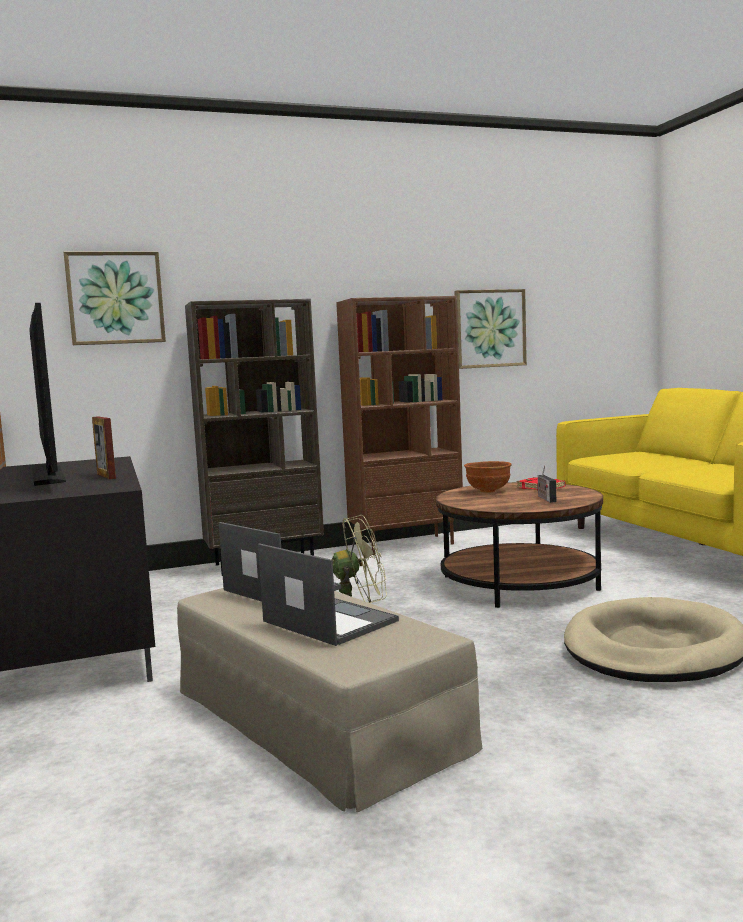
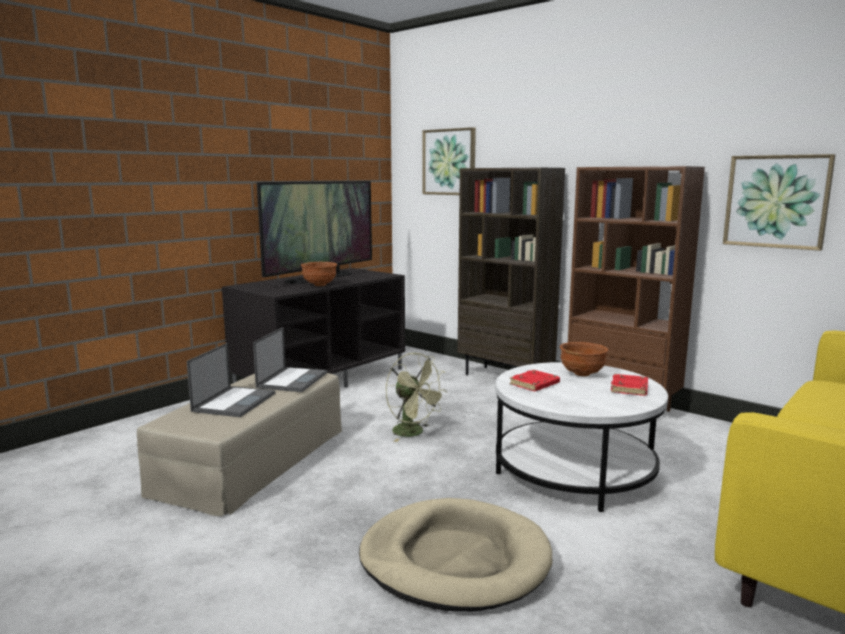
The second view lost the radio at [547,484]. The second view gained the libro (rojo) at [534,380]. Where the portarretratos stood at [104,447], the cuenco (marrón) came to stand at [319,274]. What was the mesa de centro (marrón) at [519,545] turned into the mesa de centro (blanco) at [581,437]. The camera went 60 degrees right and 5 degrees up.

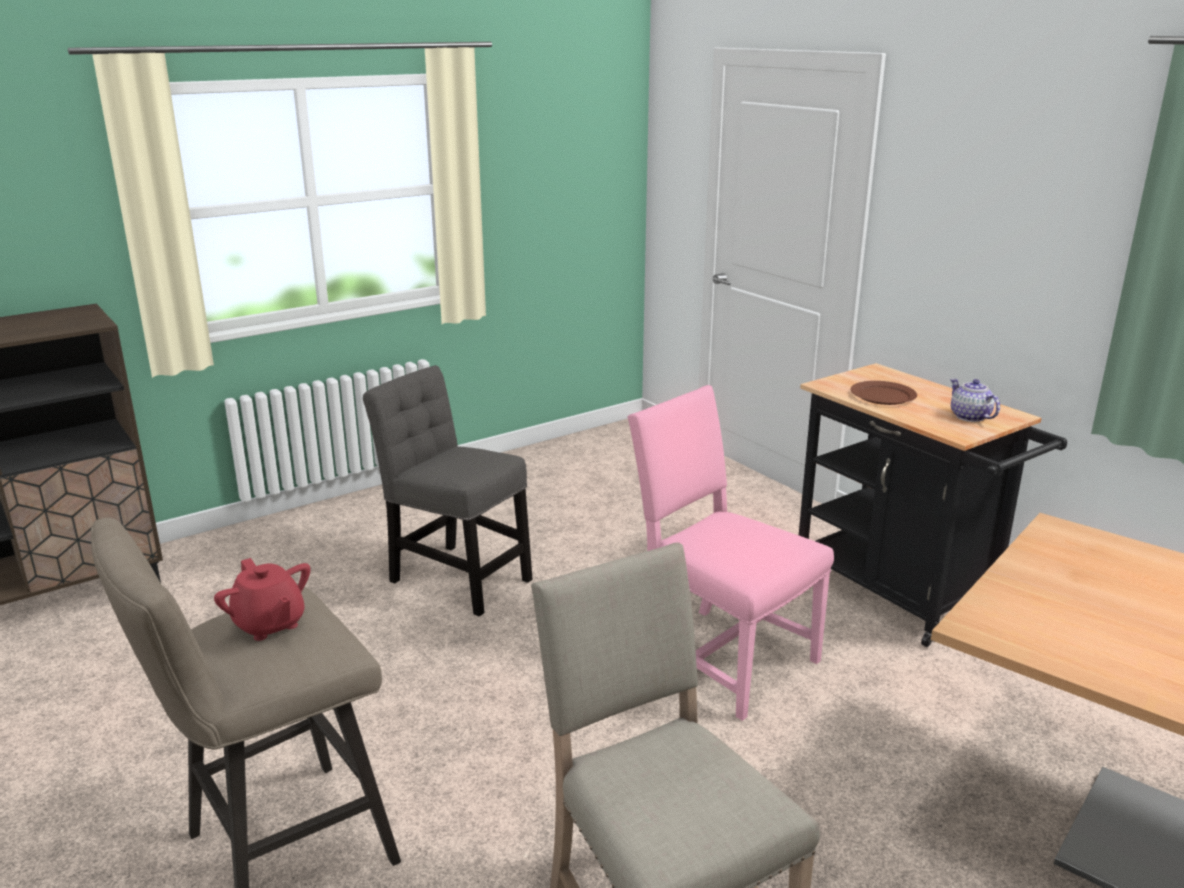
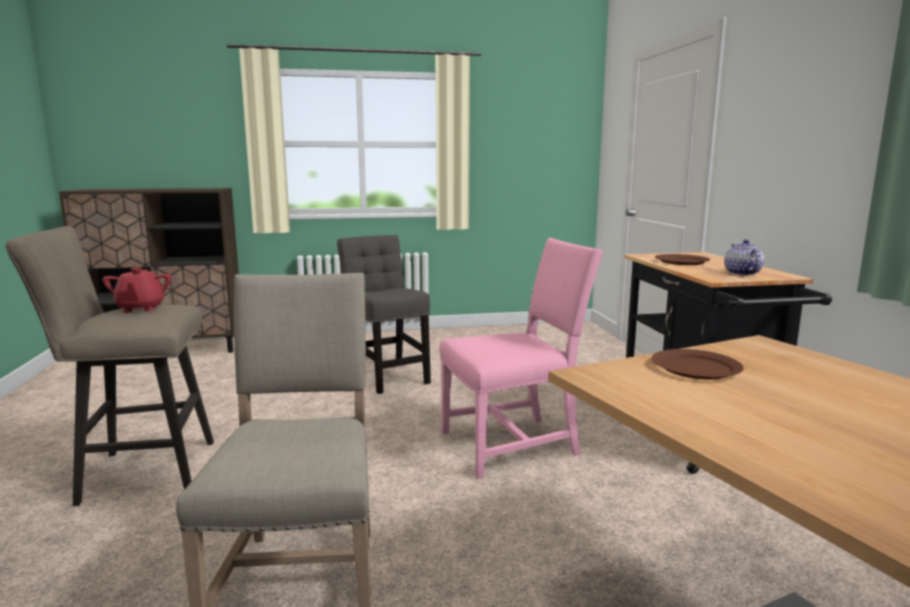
The second view gained the plato (marrón) at [697,364]. The silla (rosa) at [730,553] ended up facing another way, 90 degrees clockwise from before. The camera went 25 degrees right and 10 degrees down.

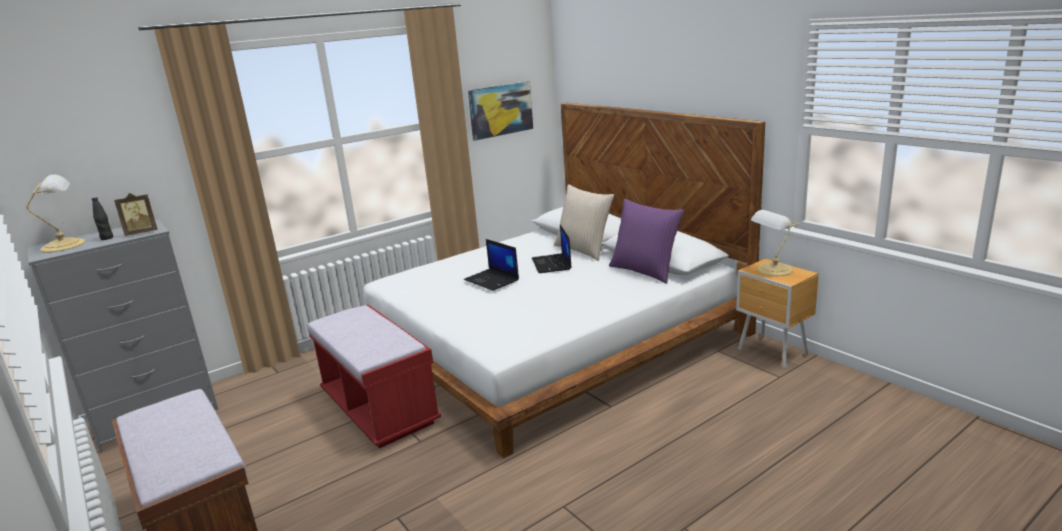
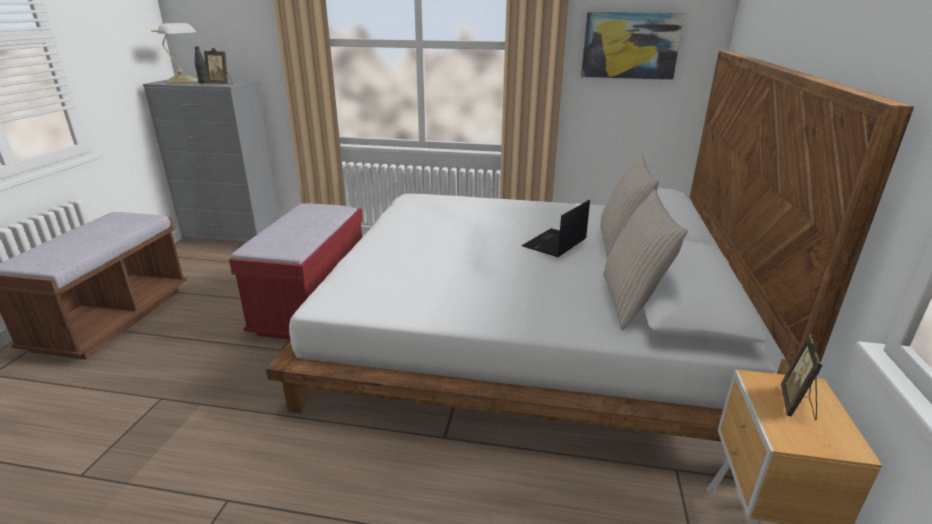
The second view lost the portátil at [491,265]. Where the lámpara de mesa stood at [775,243], the portarretratos came to stand at [802,377]. What was the cojín (morado) at [646,241] turned into the cojín (beis) at [645,259]. The camera went 45 degrees right and 5 degrees up.

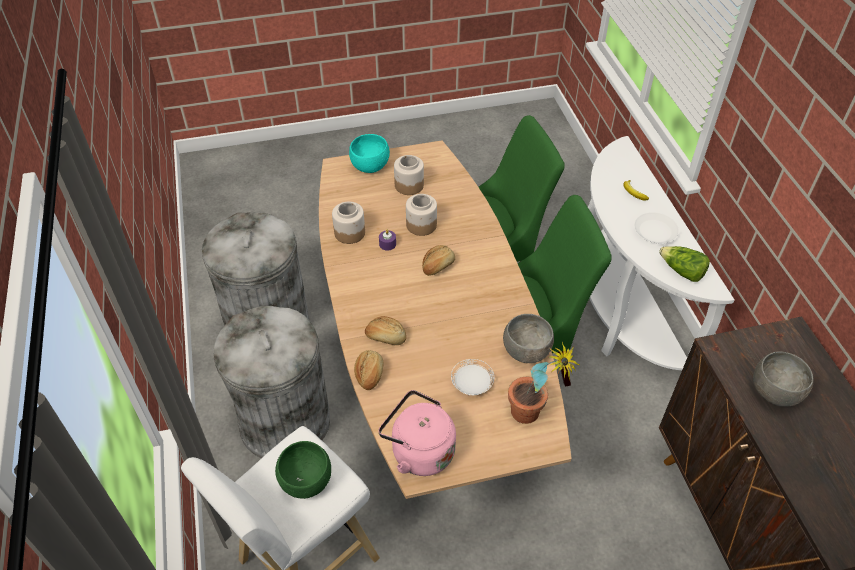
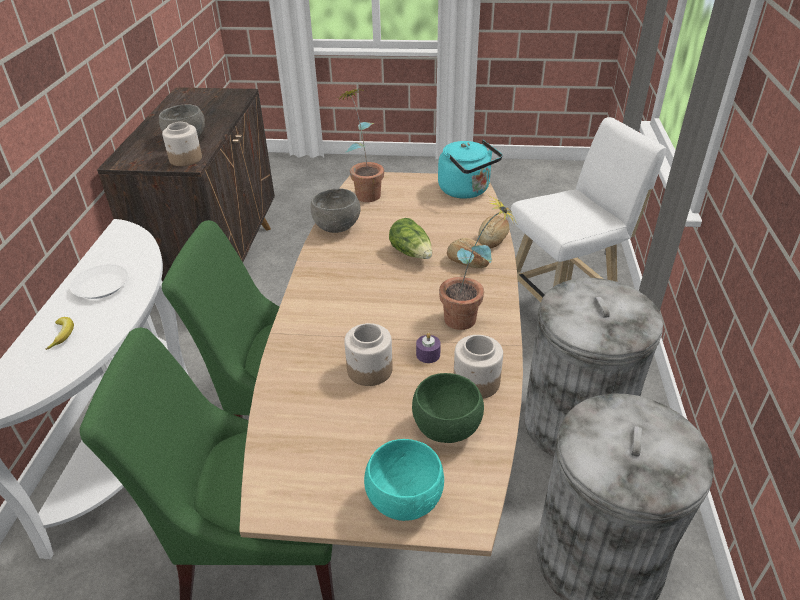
The second view lost the pan at [438,260]. The second view lost the plato (blanco) at [472,377]. The second view gained the planta en maceta at [478,263]. The cuenco (verde) ended up elsewhere, having gone from [303,470] to [448,408]. The tarro ended up elsewhere, having gone from [409,175] to [182,144]. The lechuga ended up elsewhere, having gone from [684,264] to [410,238]. What was the hervidor (rosa) at [417,433] turned into the hervidor (turquesa) at [470,169]. The camera went 160 degrees left and 10 degrees down.

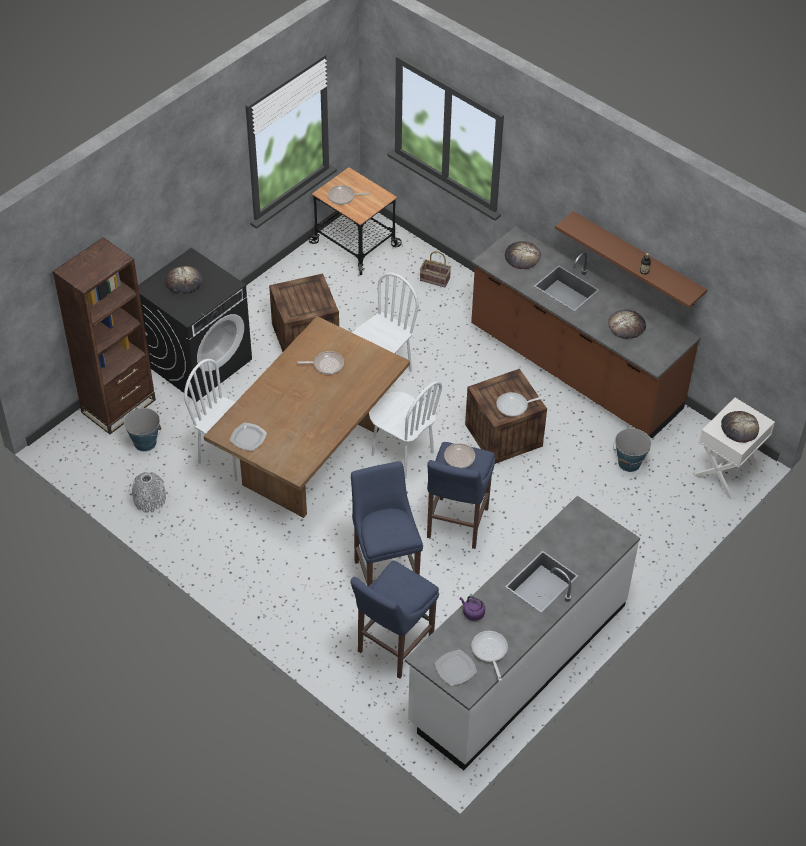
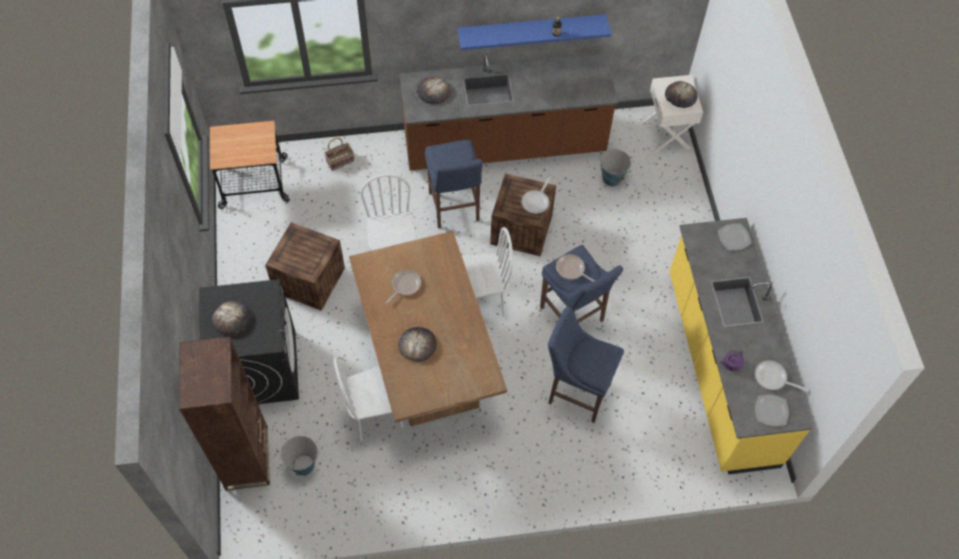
The second view lost the florero (gris) at [149,492]. The second view lost the sartén at [349,195]. The plato ended up elsewhere, having gone from [248,436] to [734,237]. The taburete (azul) ended up elsewhere, having gone from [394,619] to [454,183]. The pan ended up elsewhere, having gone from [627,324] to [417,344]. What was the mueble bajo de cocina (blanco) at [522,633] turned into the mueble bajo de cocina (amarillo) at [740,346]. What was the estante (marrón) at [631,259] turned into the estante (azul) at [534,32]. The camera went 50 degrees left and 10 degrees up.

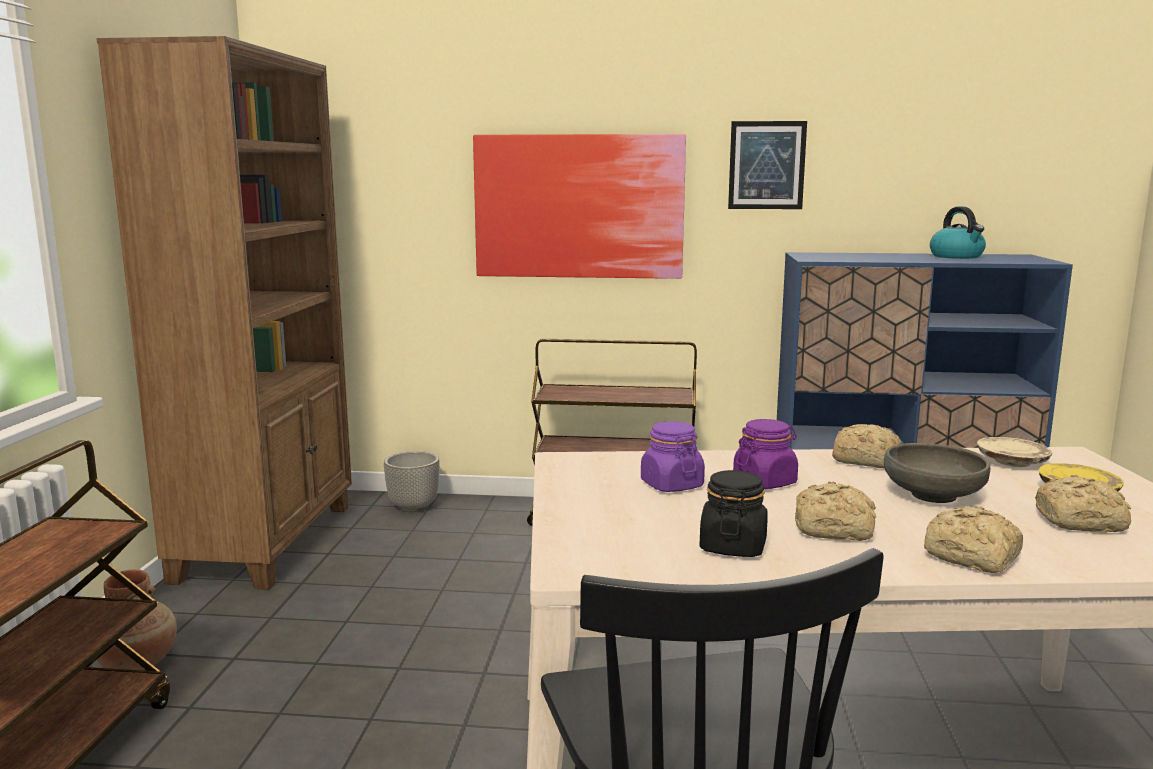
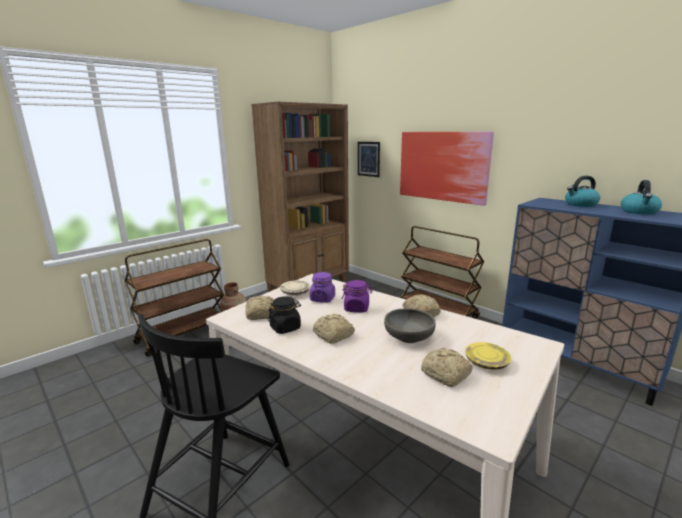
The second view lost the maceta at [411,481]. The second view gained the hervidor at [582,191]. The cuadro ended up elsewhere, having gone from [767,165] to [369,159]. The pan ended up elsewhere, having gone from [973,539] to [259,308]. The plato (beis) ended up elsewhere, having gone from [1015,452] to [295,288]. The camera went 40 degrees right and 5 degrees up.

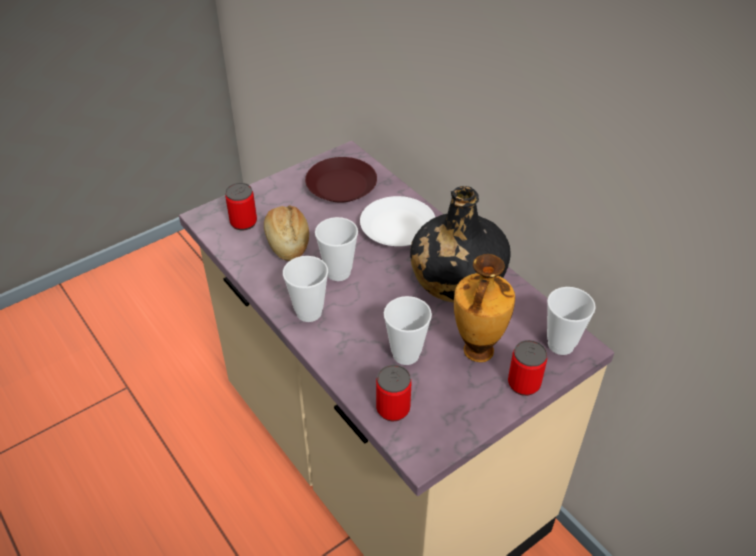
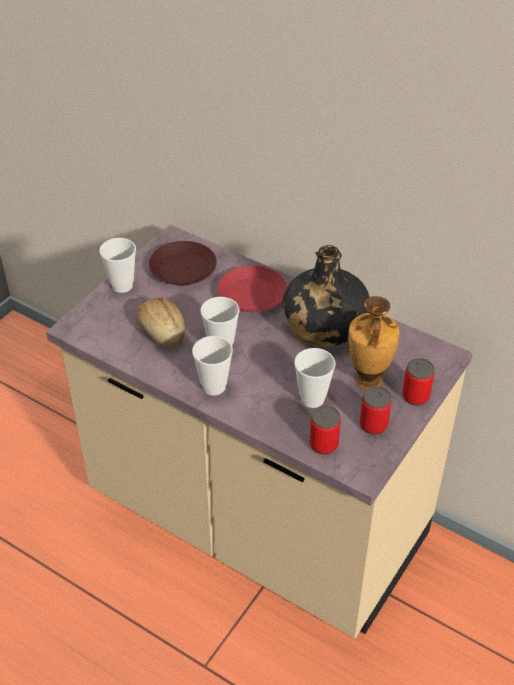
The lata ended up elsewhere, having gone from [241,207] to [376,410]. The taza ended up elsewhere, having gone from [571,321] to [117,265]. What was the plato (blanco) at [397,221] turned into the plato (rojo) at [252,288]. The camera went 20 degrees left and 0 degrees up.

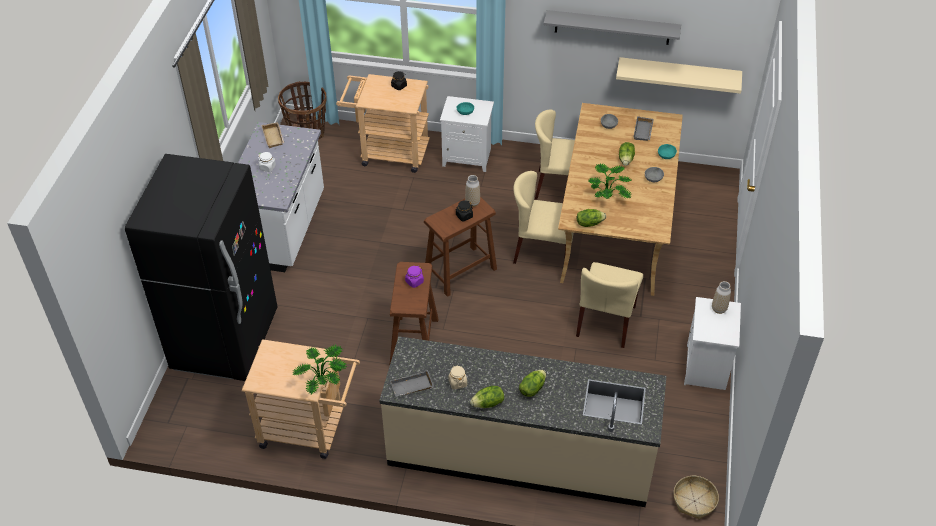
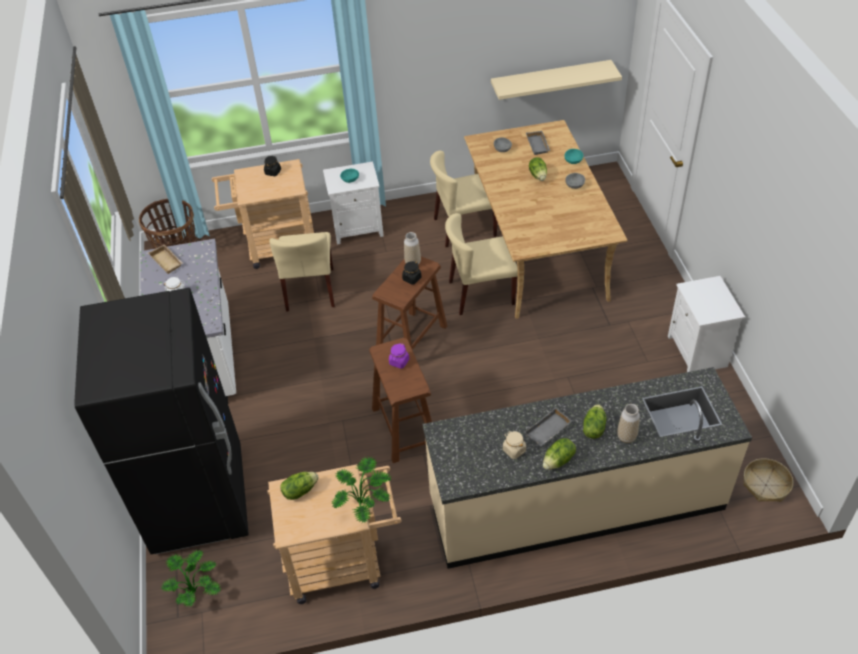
The second view lost the estante (gris) at [612,27]. The bandeja (gris) ended up elsewhere, having gone from [412,383] to [548,426]. The silla (beis) ended up elsewhere, having gone from [609,305] to [302,272]. The lechuga ended up elsewhere, having gone from [591,218] to [299,486]. The planta en maceta ended up elsewhere, having gone from [609,181] to [191,578]. The florero ended up elsewhere, having gone from [721,297] to [628,423]. The camera went 20 degrees left and 0 degrees up.

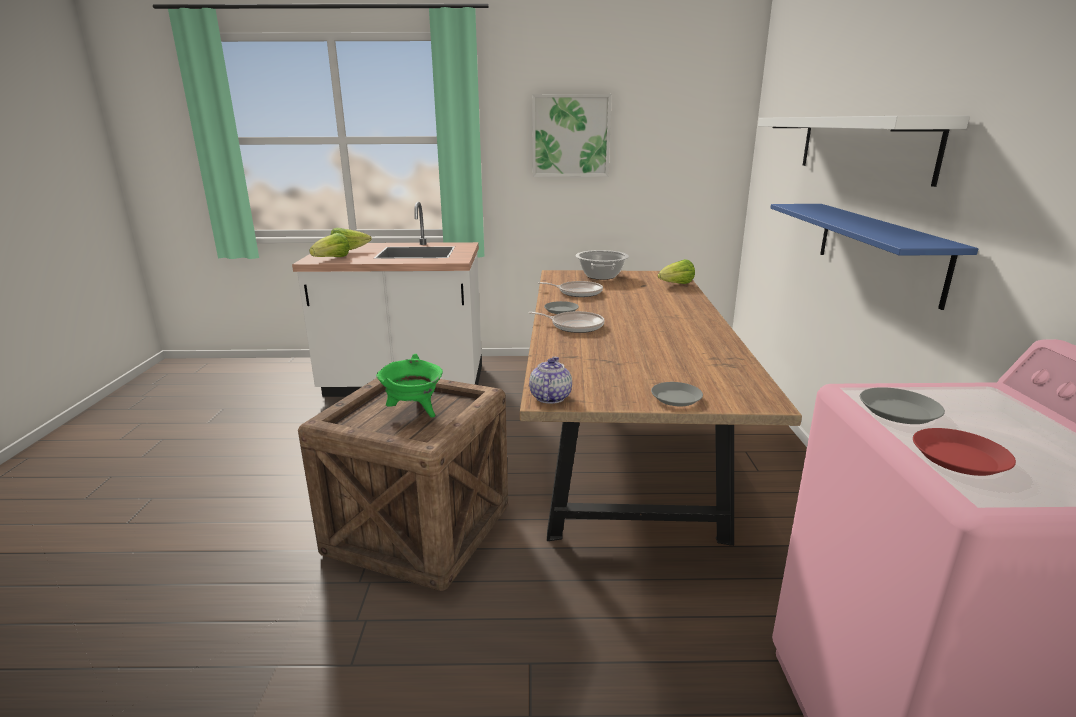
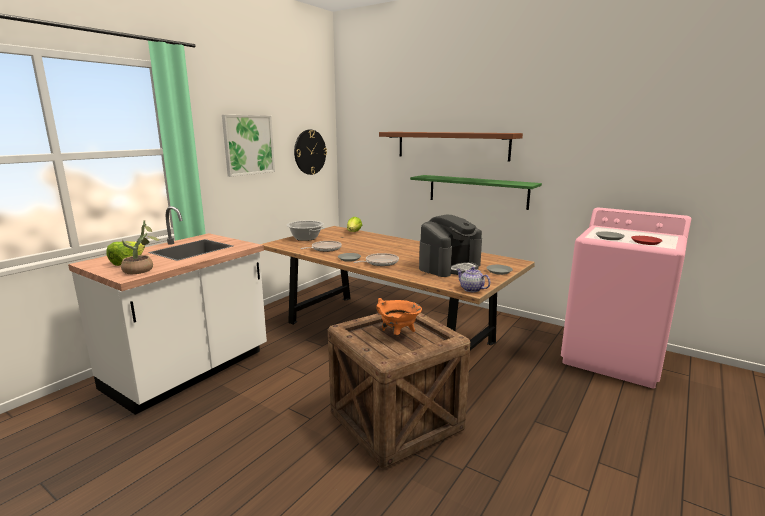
The second view gained the reloj de pared at [310,152]. The second view gained the cafetera at [450,245]. Where the lechuga stood at [329,245], the planta en maceta came to stand at [140,247]. What was the olla (verde) at [409,386] turned into the olla (naranja) at [399,316]. What was the estante (blanco) at [864,151] turned into the estante (marrón) at [451,147]. What was the estante (azul) at [874,257] turned into the estante (verde) at [476,192]. The camera went 55 degrees left and 5 degrees down.

